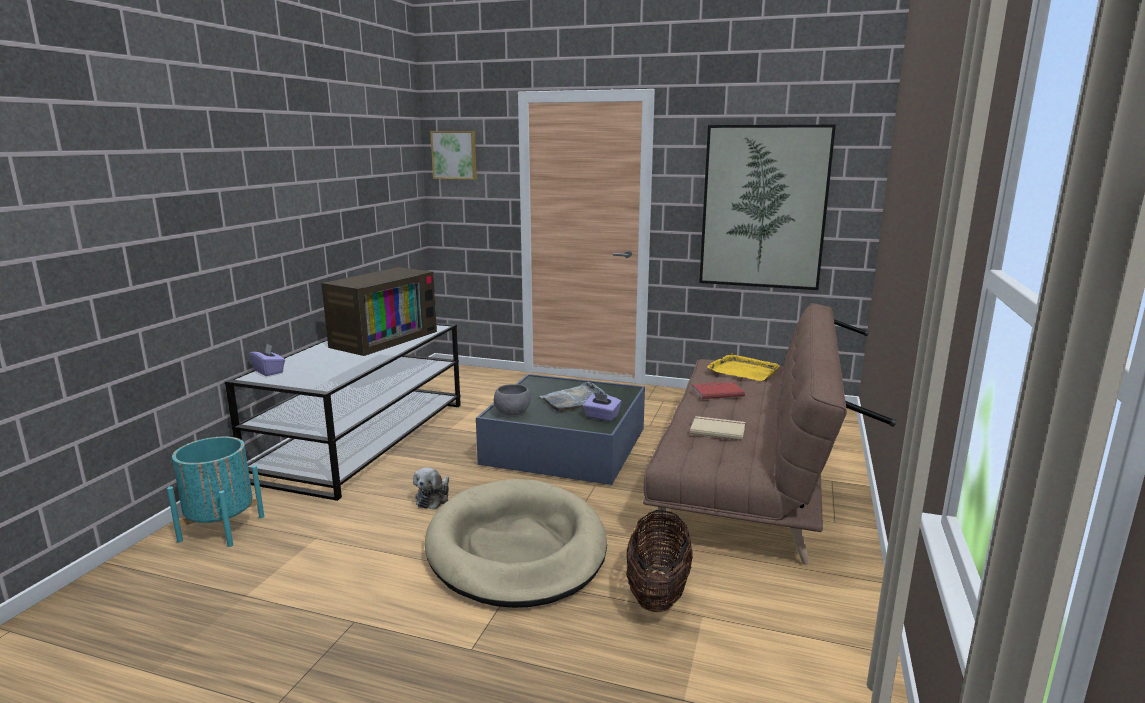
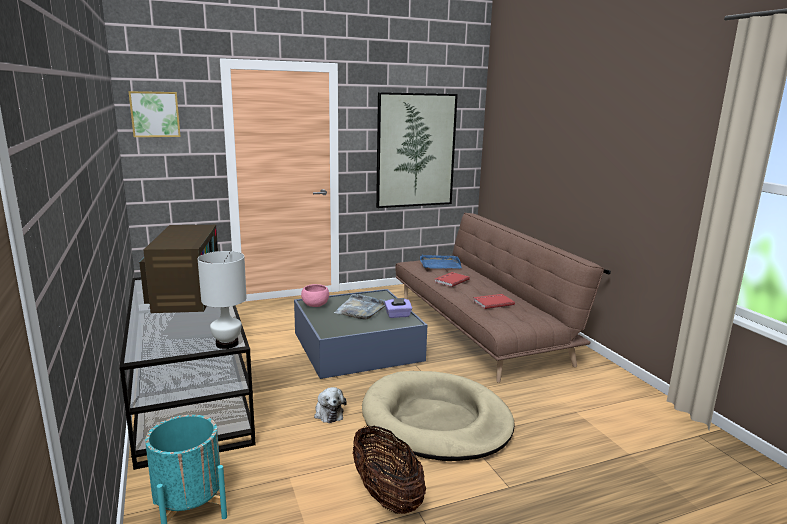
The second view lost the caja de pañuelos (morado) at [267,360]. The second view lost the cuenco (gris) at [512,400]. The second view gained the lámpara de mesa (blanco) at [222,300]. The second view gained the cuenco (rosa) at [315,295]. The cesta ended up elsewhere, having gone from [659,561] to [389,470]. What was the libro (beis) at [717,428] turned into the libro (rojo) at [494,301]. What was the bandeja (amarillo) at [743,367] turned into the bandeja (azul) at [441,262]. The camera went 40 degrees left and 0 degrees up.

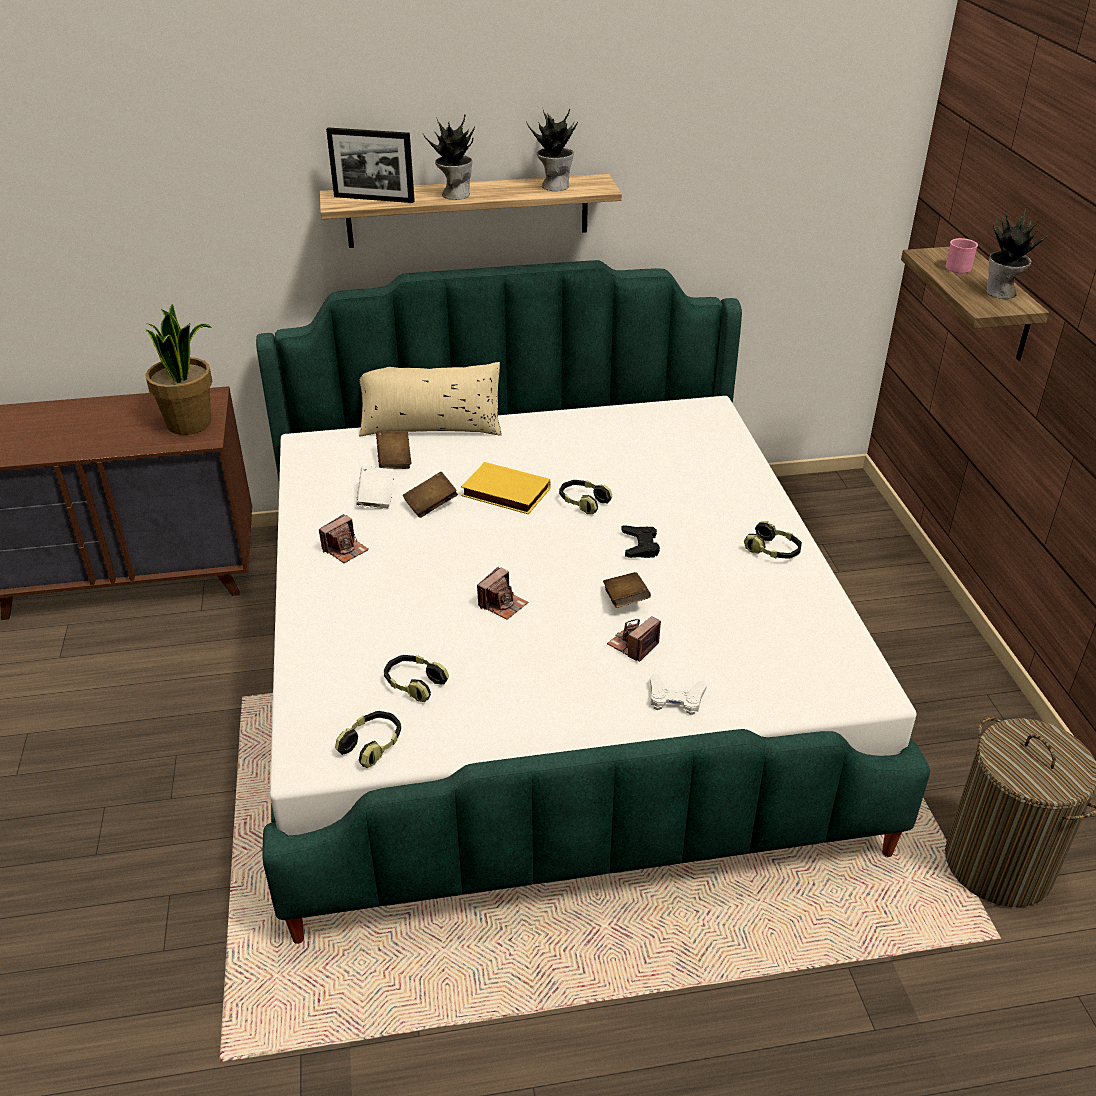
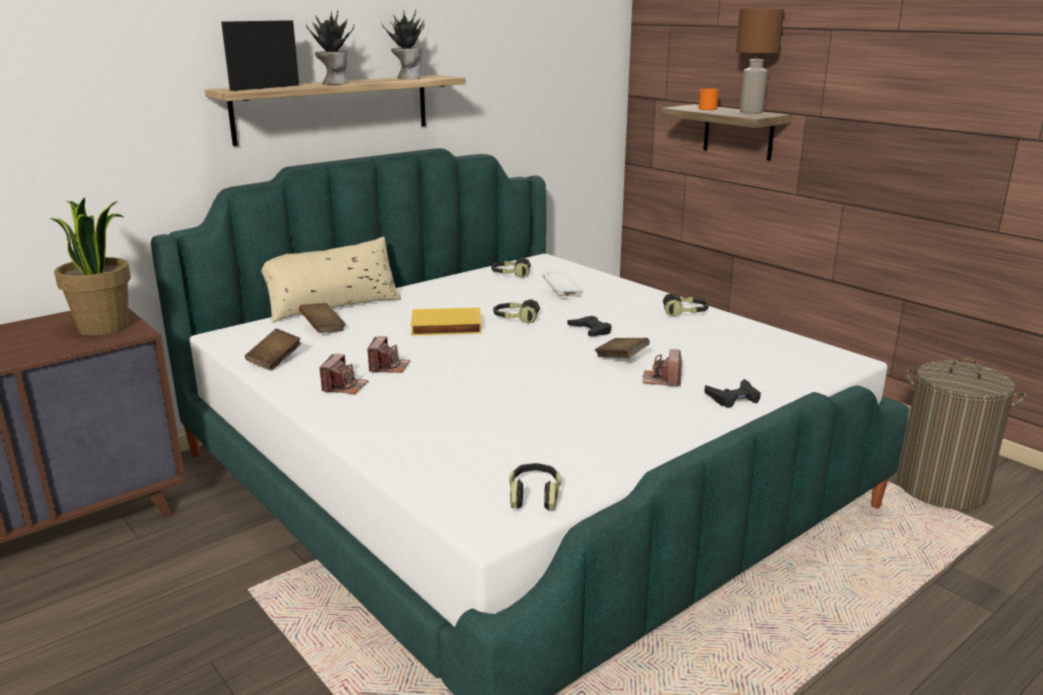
The libro (blanco) ended up elsewhere, having gone from [375,487] to [562,284]. The auriculares ended up elsewhere, having gone from [416,678] to [511,267]. The libro (marrón) ended up elsewhere, having gone from [430,495] to [273,350]. The cámara ended up elsewhere, having gone from [502,593] to [388,354]. Where the planta en maceta stood at [1019,253], the lámpara de mesa (marrón) came to stand at [760,61]. What was the mando de consola (blanco) at [678,694] turned into the mando de consola (negro) at [732,393]. What was the taza grande (rosa) at [961,255] turned into the taza grande (naranja) at [709,99]. The portarretratos at [370,165] ended up facing another way, 150 degrees clockwise from before. The camera went 30 degrees left and 15 degrees down.

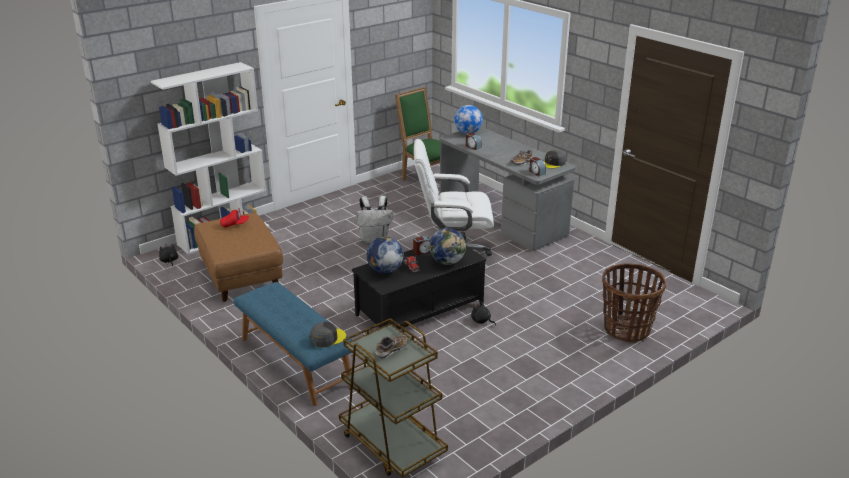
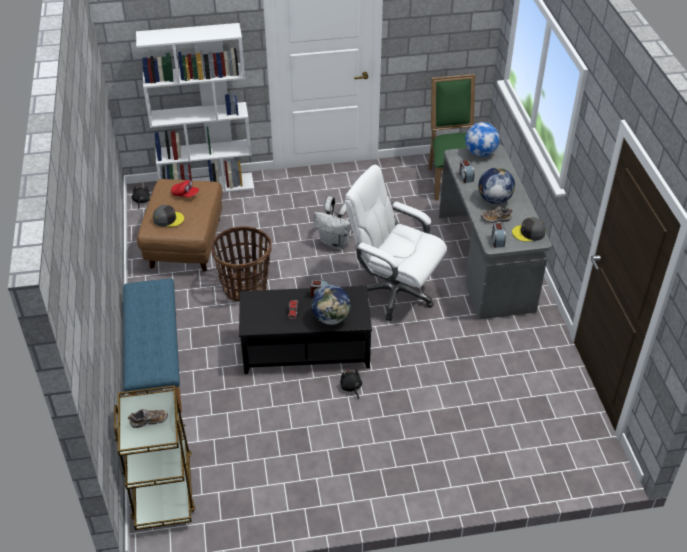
The gorra (gris) ended up elsewhere, having gone from [328,334] to [168,216]. The globo terráqueo ended up elsewhere, having gone from [385,255] to [496,185]. The cesta ended up elsewhere, having gone from [634,303] to [241,264]. The camera went 30 degrees right and 15 degrees up.

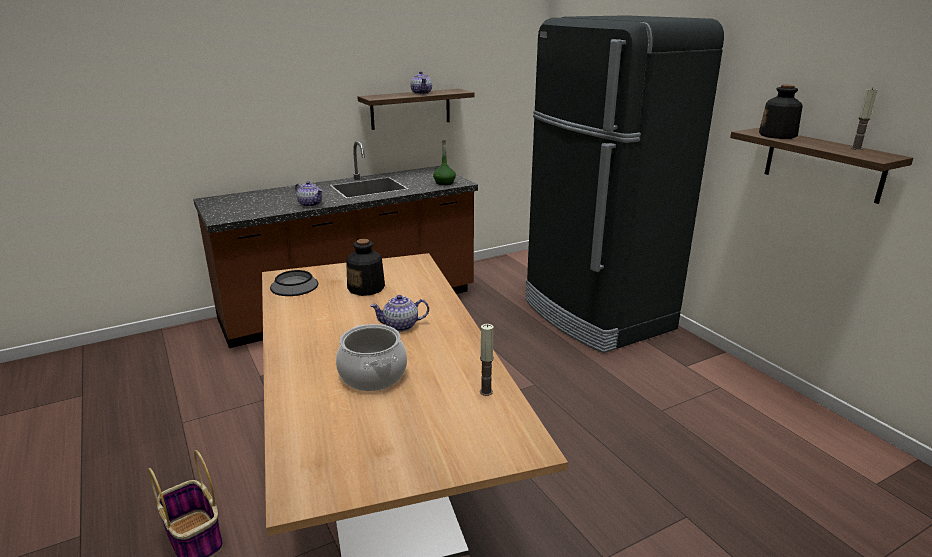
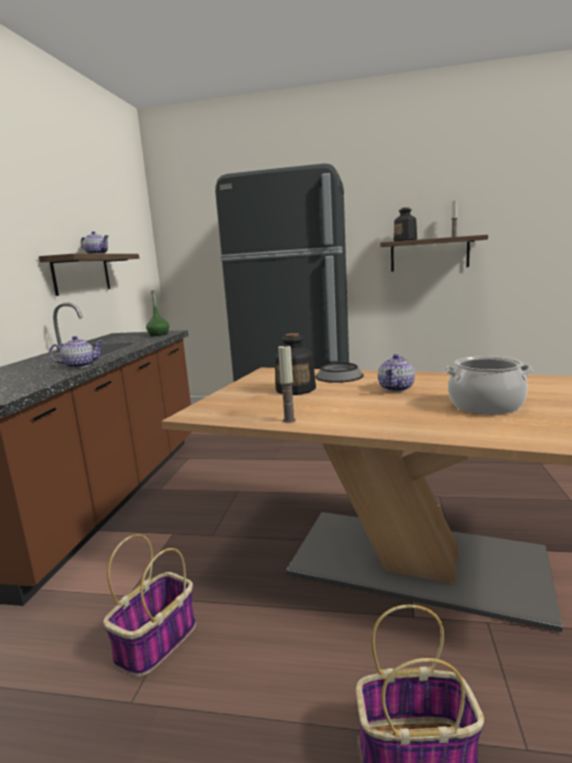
The second view gained the cesta at [149,605]. The cuenco ended up elsewhere, having gone from [294,283] to [339,373]. The vela ended up elsewhere, having gone from [487,360] to [287,383]. The camera went 50 degrees left and 10 degrees down.

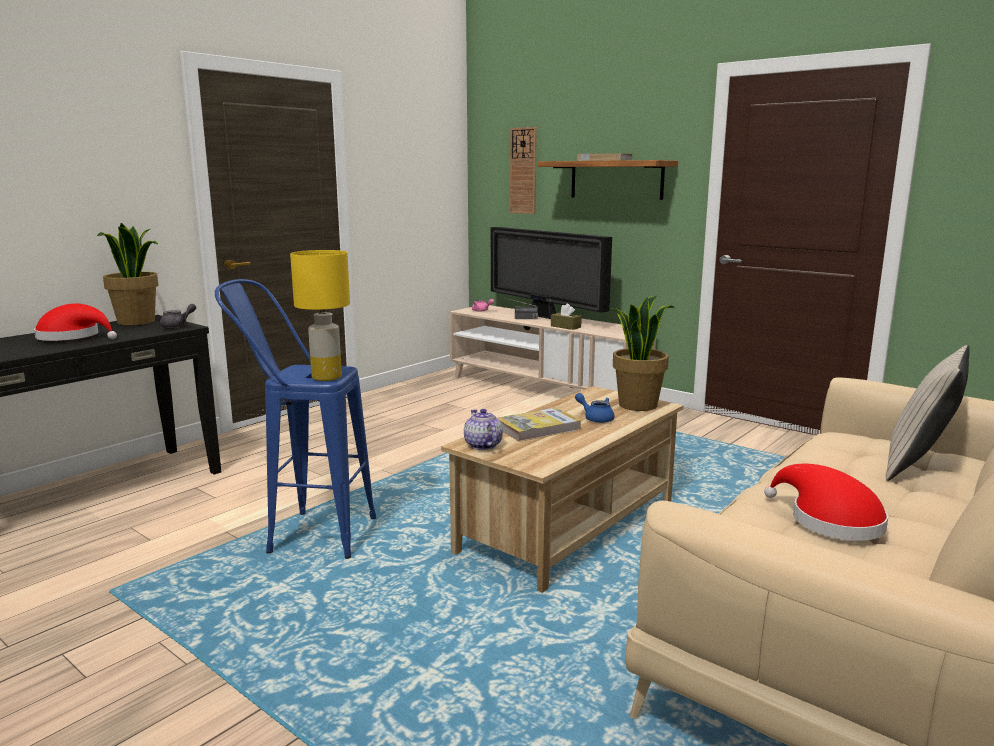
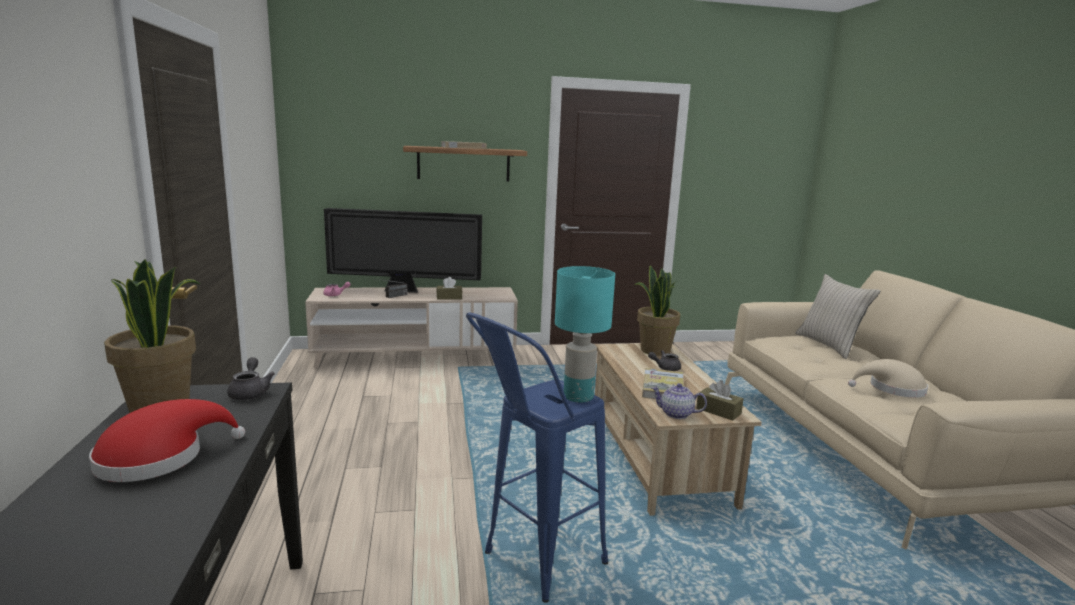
The second view lost the reloj de pared at [523,170]. The second view gained the caja de pañuelos (marrón) at [720,400]. What was the lámpara de mesa (amarillo) at [320,315] turned into the lámpara de mesa (turquesa) at [585,334]. What was the tetera (azul) at [594,408] turned into the tetera (gris) at [664,360]. What was the sombrero (rojo) at [826,502] turned into the sombrero (beis) at [888,378]. The camera went 50 degrees left and 0 degrees up.

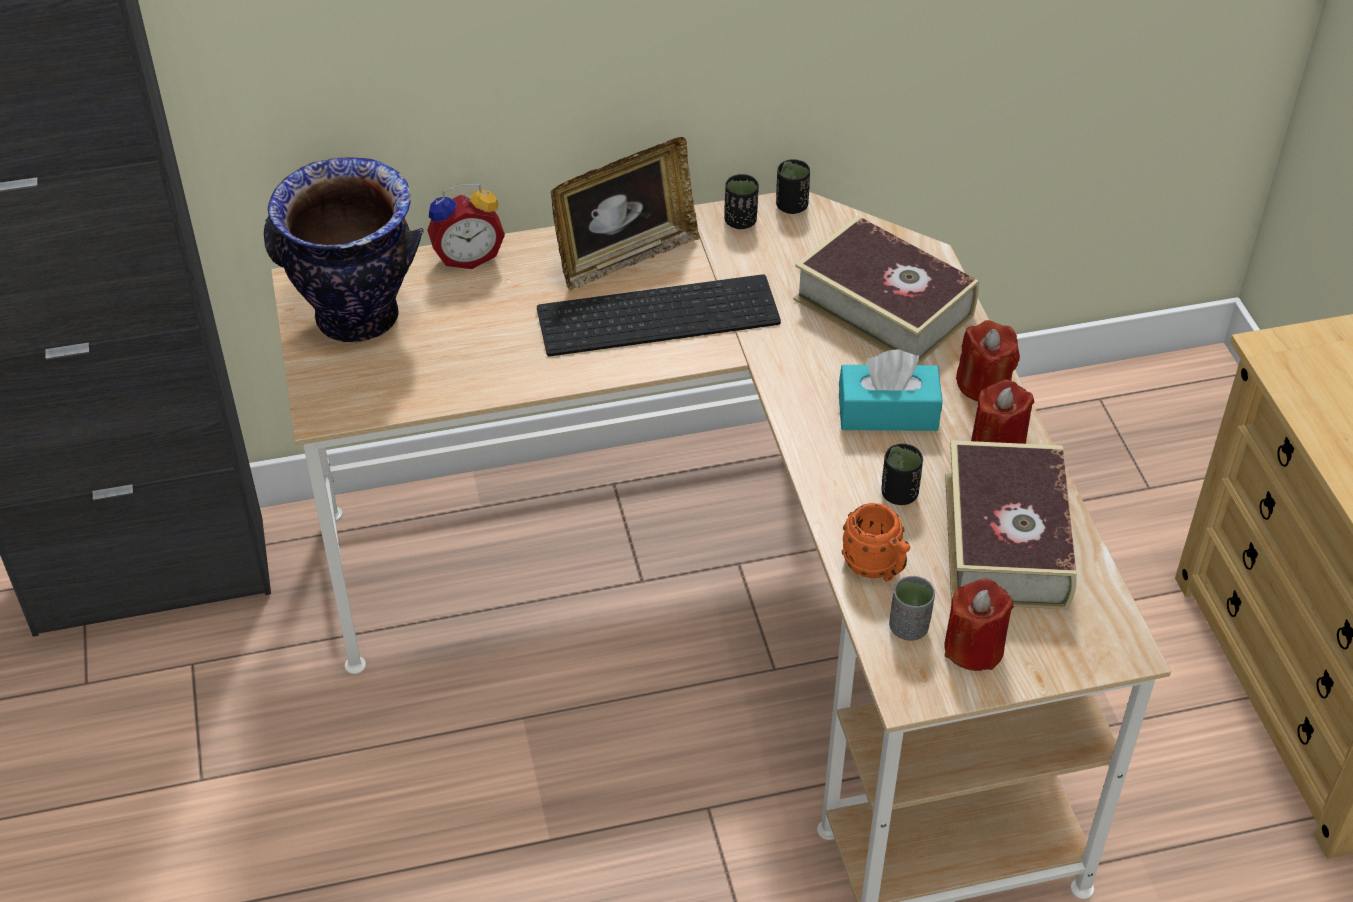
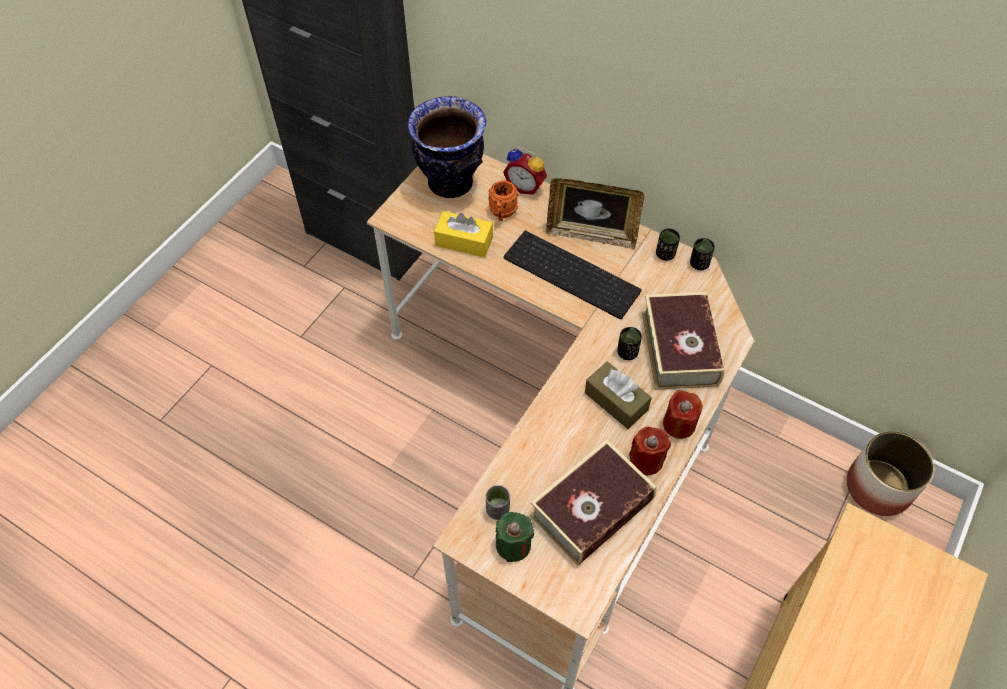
The second view gained the caja de pañuelos (amarillo) at [463,234]. The second view gained the maceta at [890,473]. The taza grande (naranja) ended up elsewhere, having gone from [876,542] to [503,200]. The taza (negro) ended up elsewhere, having gone from [902,474] to [629,343]. What was the caja de pañuelos (turquesa) at [891,390] turned into the caja de pañuelos (marrón) at [618,395]. What was the vela (rojo) at [979,624] turned into the vela (verde) at [514,537]. The camera went 45 degrees right and 10 degrees up.

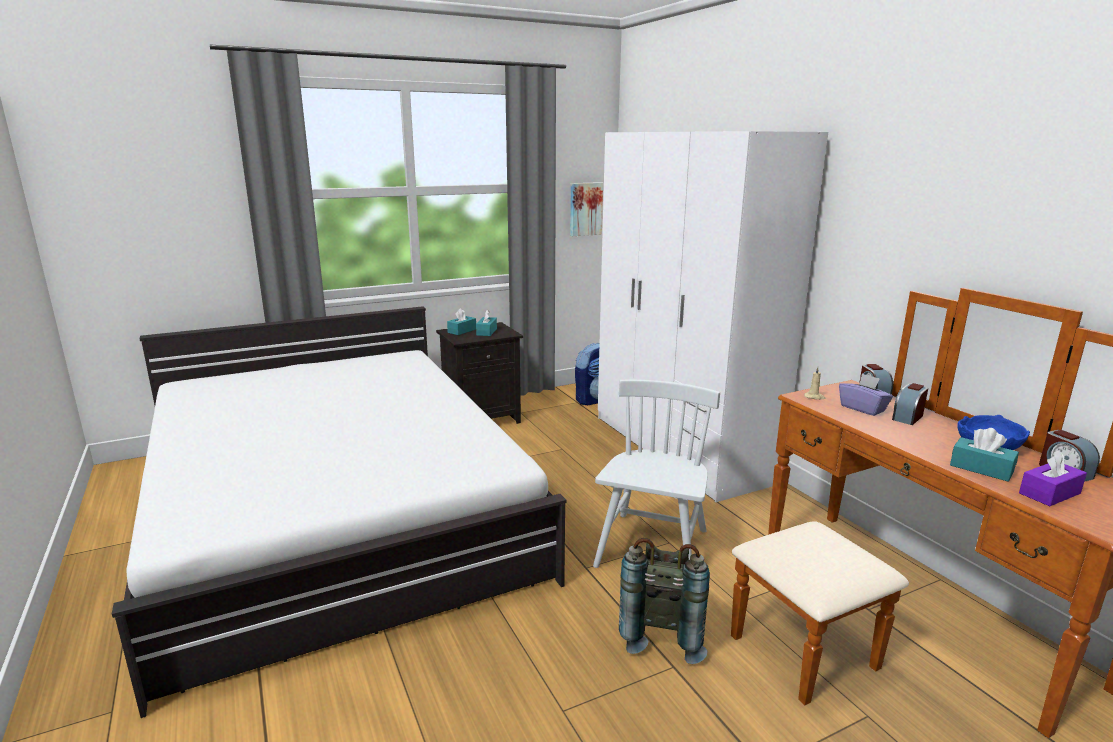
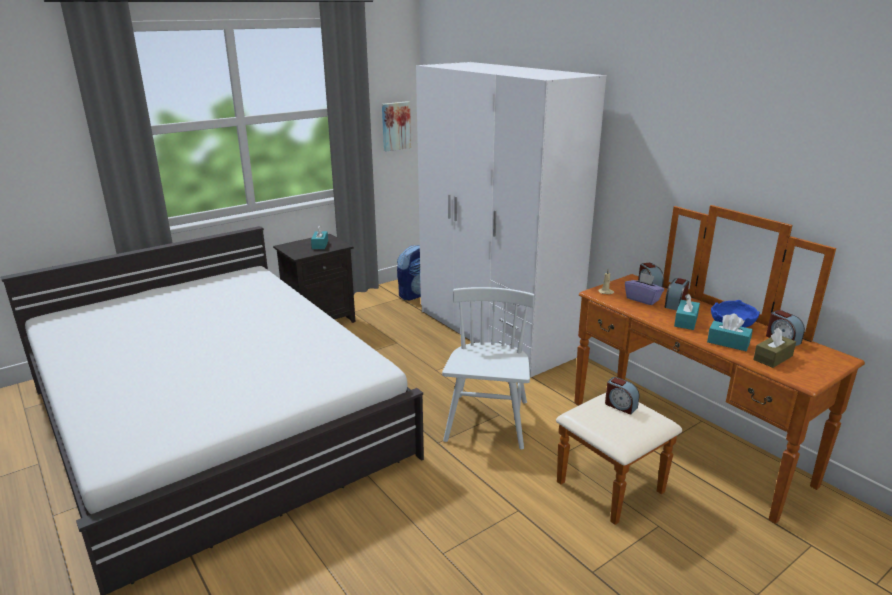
The second view lost the mochila (gris) at [664,601]. The second view gained the despertador at [622,396]. The caja de pañuelos (turquesa) ended up elsewhere, having gone from [461,321] to [687,312]. What was the caja de pañuelos (morado) at [1053,478] turned into the caja de pañuelos (marrón) at [774,347]. The camera went 10 degrees left and 5 degrees up.

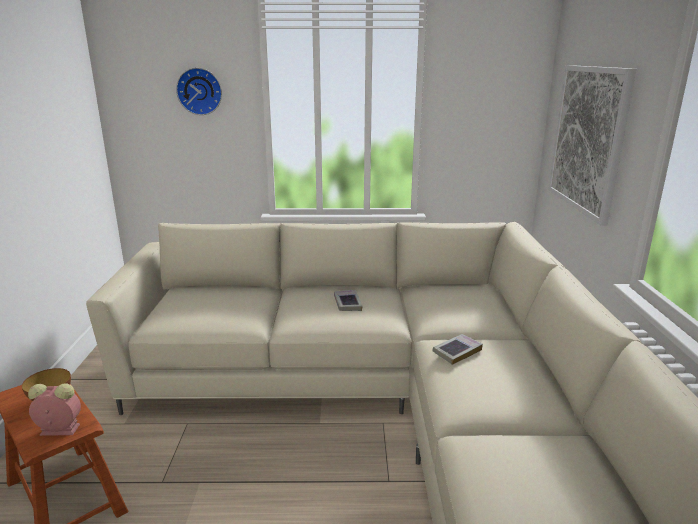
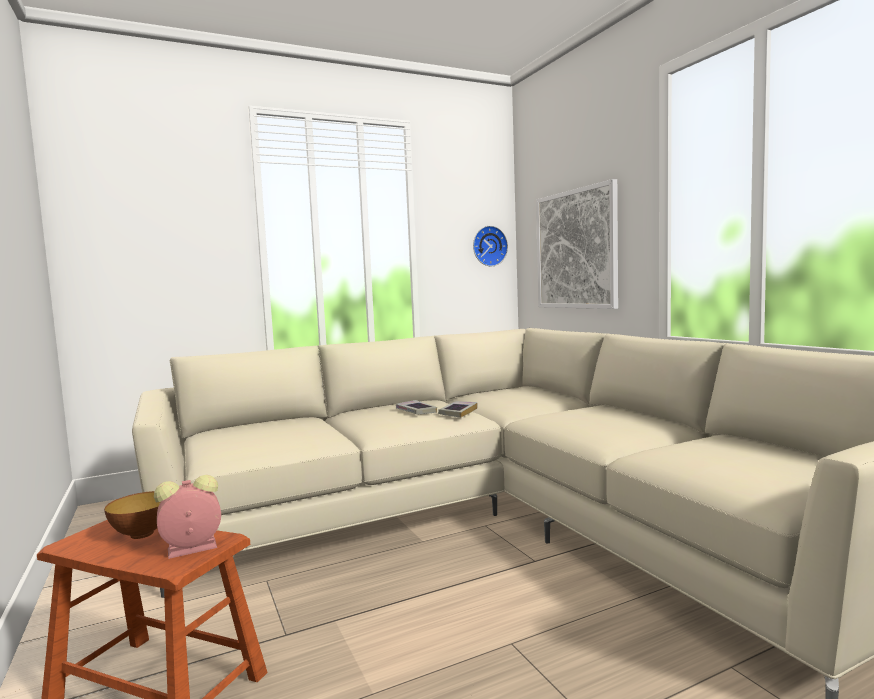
The reloj de pared ended up elsewhere, having gone from [199,91] to [490,246]. The libro ended up elsewhere, having gone from [457,349] to [458,409]. The camera went 25 degrees left and 15 degrees down.

